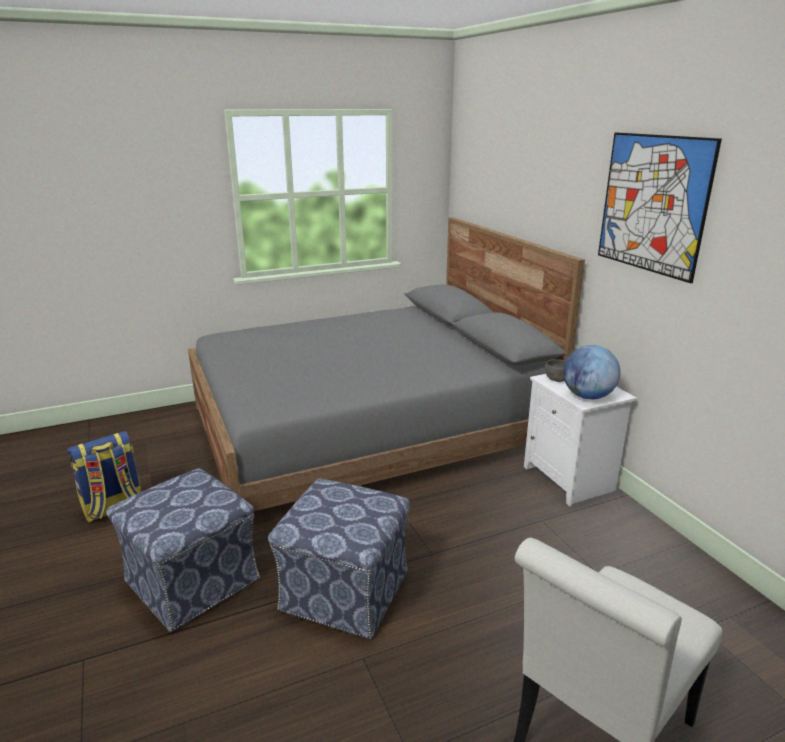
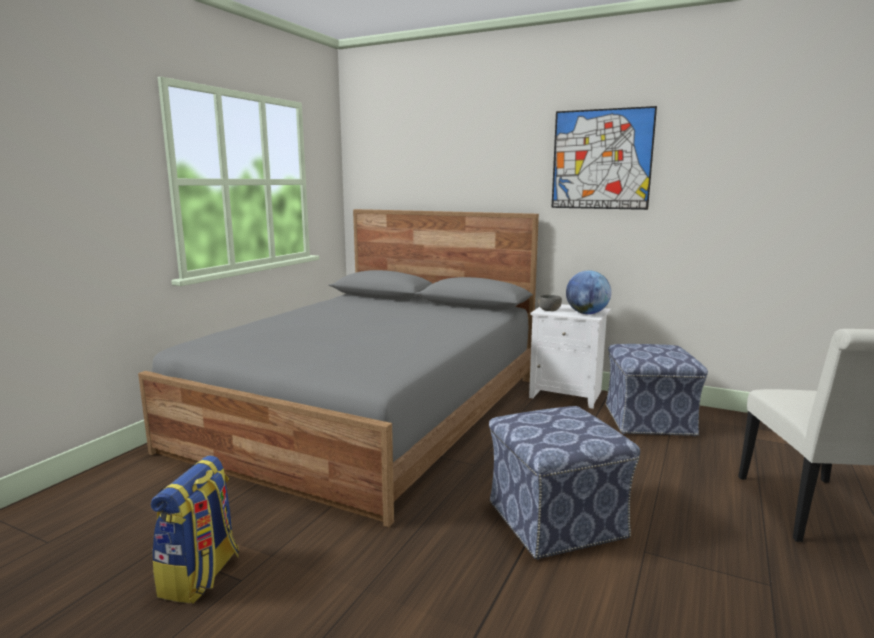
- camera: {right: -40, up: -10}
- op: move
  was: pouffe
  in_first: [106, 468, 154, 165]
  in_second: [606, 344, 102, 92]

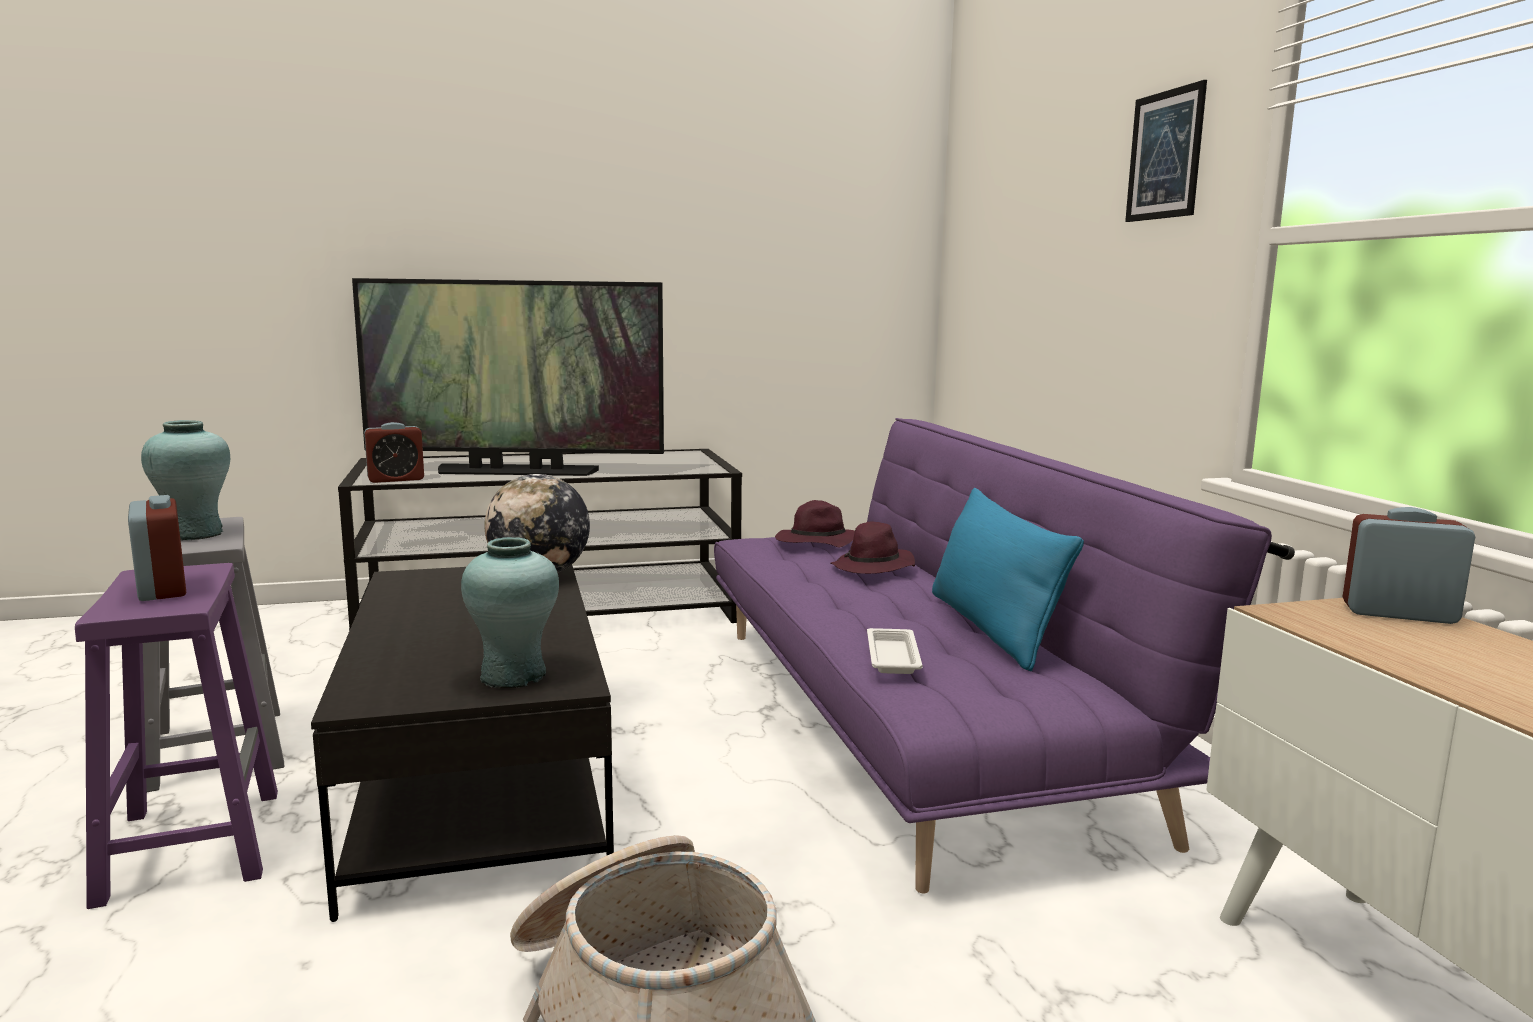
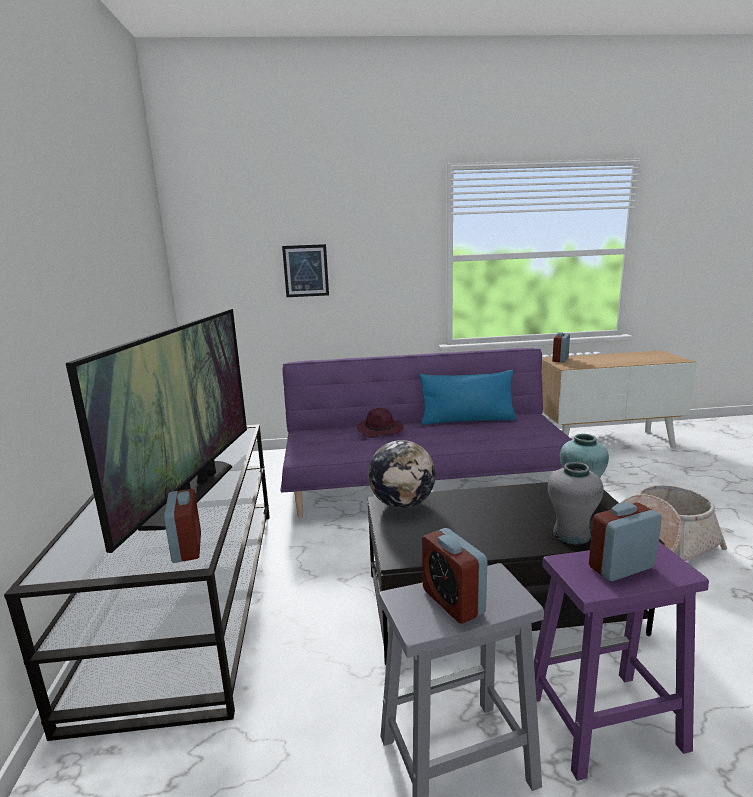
- camera: {right: -80, up: 5}
- op: move
  was: wall picture
  in_first: [1125, 80, 82, 142]
  in_second: [282, 244, 47, 53]
- op: replace
  was: blue-green decorative vase
  now: table clock
  in_first: [141, 420, 89, 120]
  in_second: [422, 528, 65, 96]
- op: insert
  now: greyish decorative vase
  in_second: [548, 462, 56, 82]
- op: delete
  was: purple-coloured clothing hat
  in_first: [775, 500, 80, 47]
- op: delete
  was: white-coloured carrying tray
  in_first: [867, 628, 56, 46]

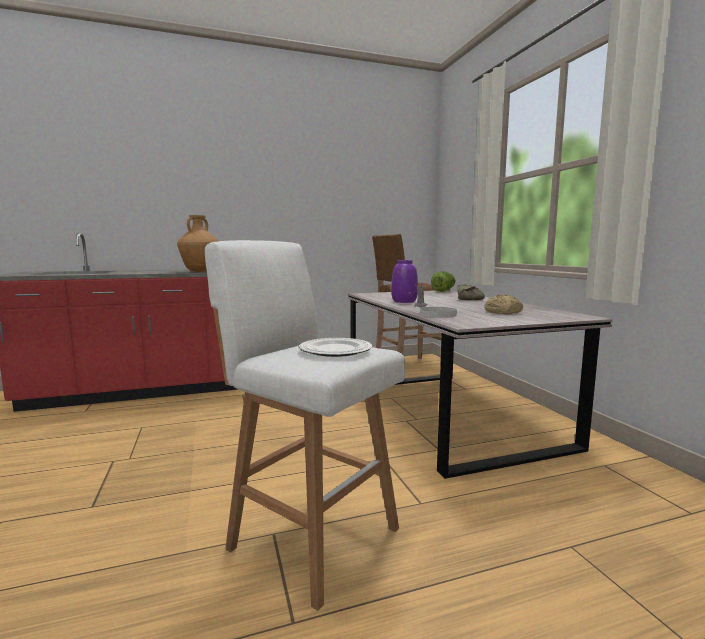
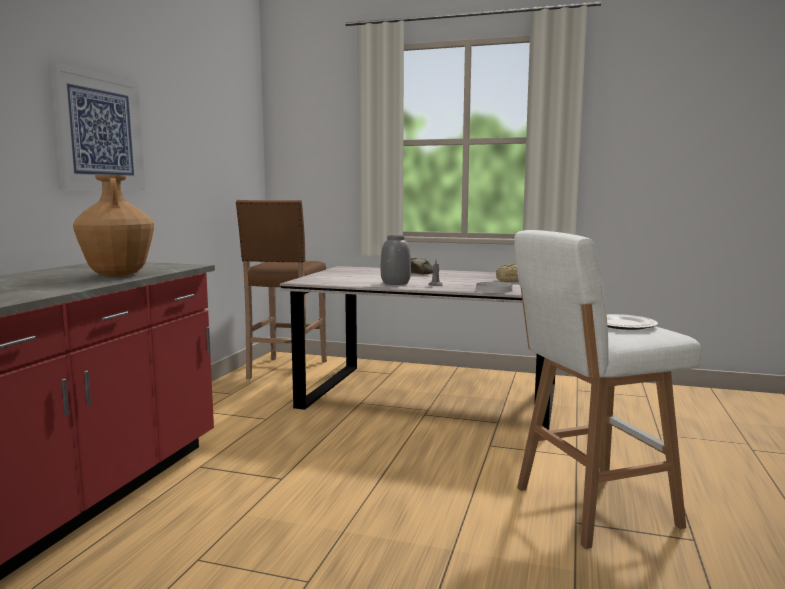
- camera: {right: -55, up: 0}
- op: insert
  now: wall picture
  in_second: [48, 61, 97, 129]
- op: recolor
  was: purple-coloured decorative vase
  now: greyish decorative vase
  in_first: [391, 260, 27, 43]
  in_second: [381, 235, 30, 50]
- op: delete
  was: lettuce head
  in_first: [431, 271, 25, 21]

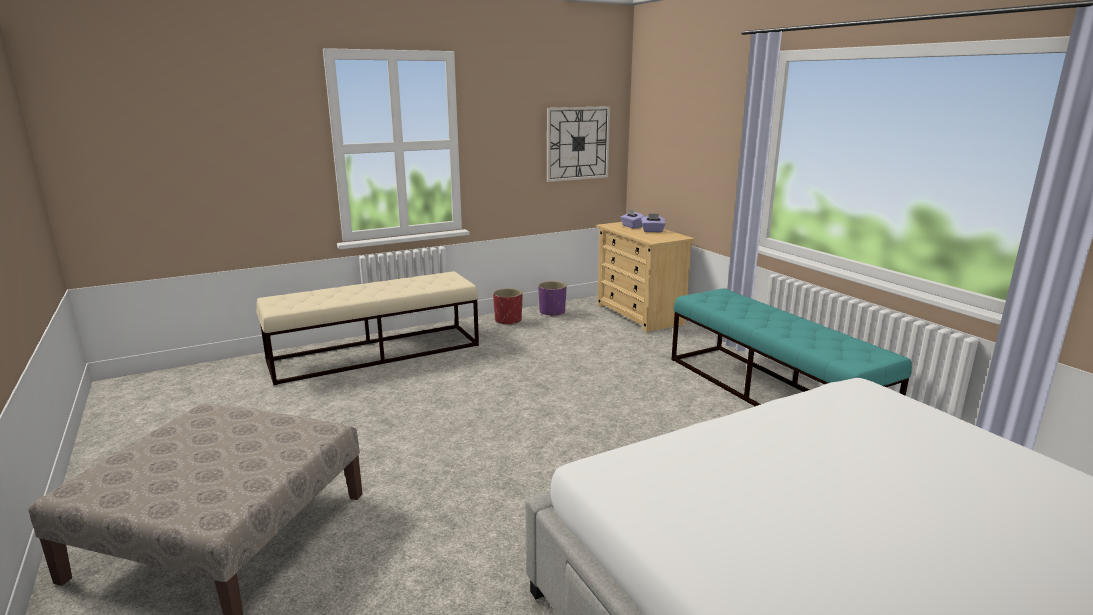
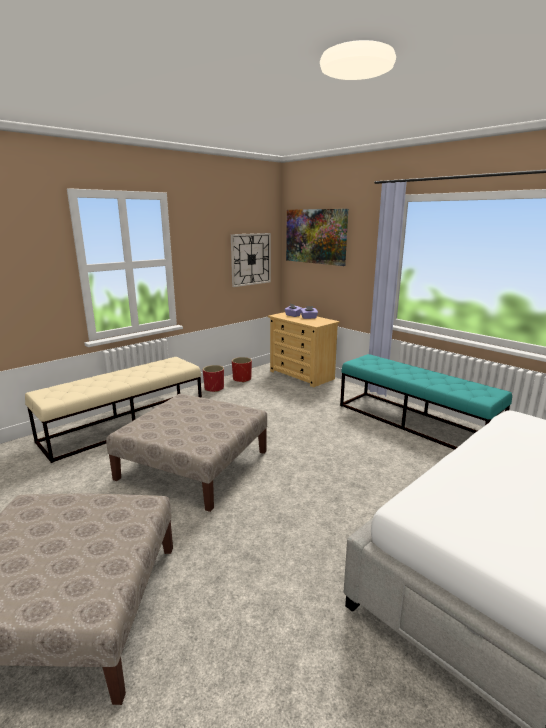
- camera: {right: -15, up: 0}
- op: insert
  now: sand-coloured pouffe
  in_second: [106, 394, 161, 118]
- op: recolor
  was: purple-coloured flower pot
  now: red-coloured flower pot
  in_first: [538, 281, 29, 36]
  in_second: [232, 357, 20, 26]
- op: insert
  now: wall picture
  in_second: [286, 209, 62, 57]

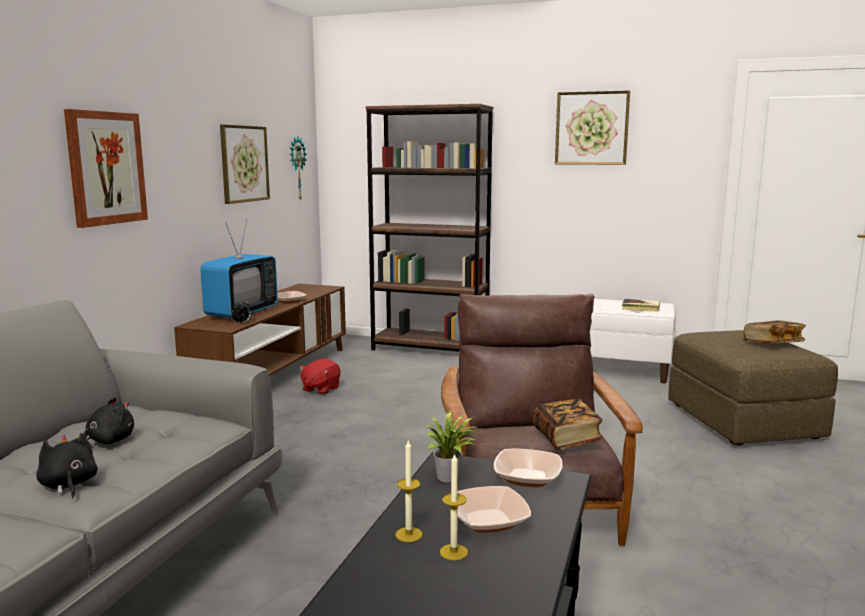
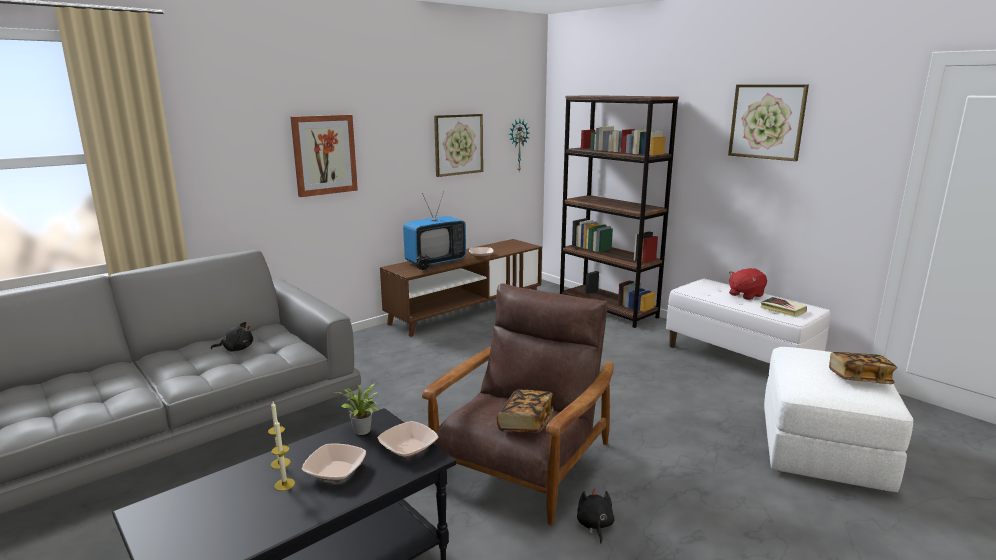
- camera: {right: 30, up: 5}
- op: move
  was: blackish cuddly toy
  in_first: [36, 433, 62, 65]
  in_second: [577, 488, 38, 56]
- op: move
  was: red-coloured cuddly toy
  in_first: [299, 358, 42, 37]
  in_second: [729, 268, 38, 32]
- op: recolor
  was: brownish pouffe
  now: white-coloured pouffe
  in_first: [668, 330, 170, 115]
  in_second: [764, 347, 149, 145]

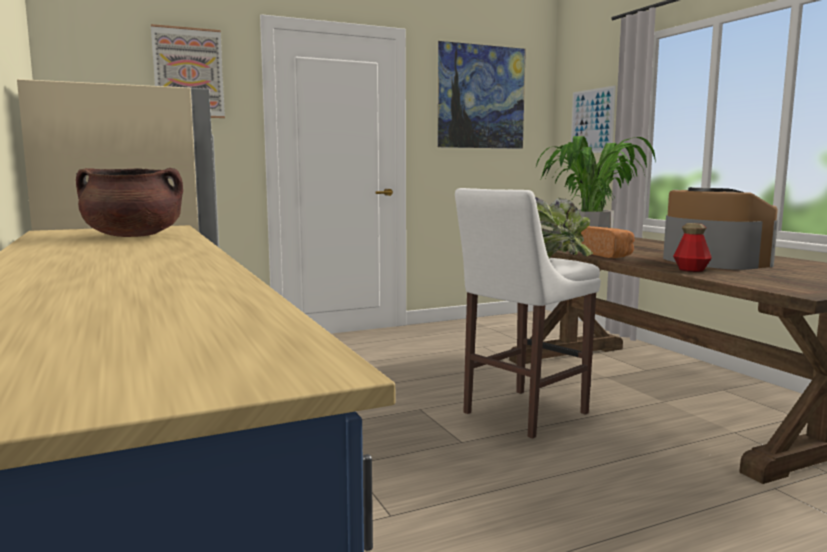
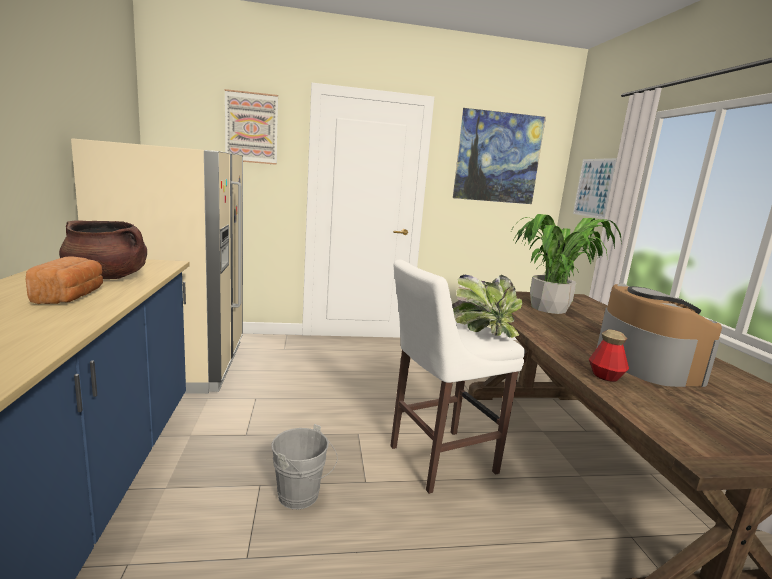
- camera: {right: 15, up: 5}
- op: move
  was: bread
  in_first: [580, 226, 54, 32]
  in_second: [26, 256, 77, 48]
- op: insert
  now: greyish bucket
  in_second: [271, 424, 67, 85]

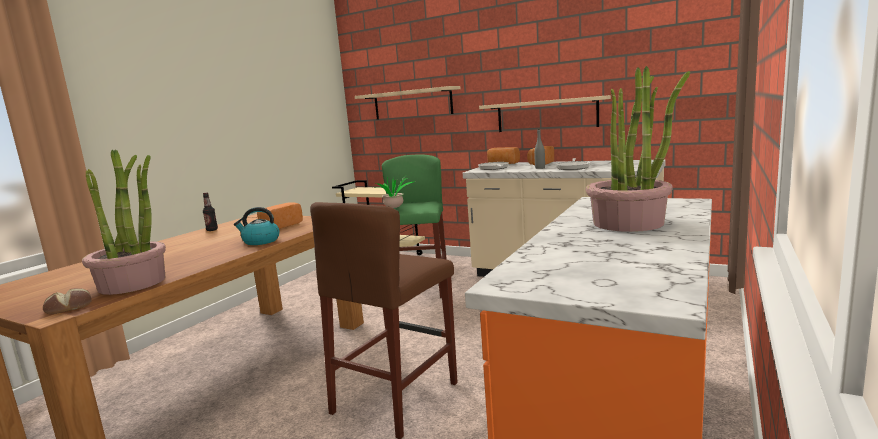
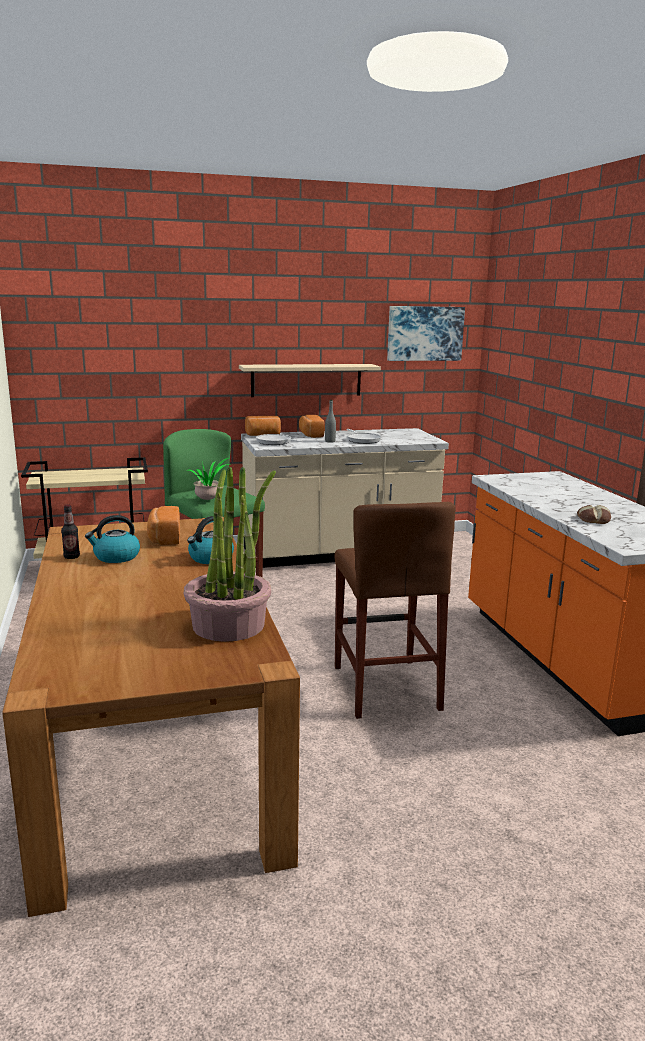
- camera: {right: -45, up: 5}
- op: insert
  now: tea kettle
  in_second: [85, 515, 55, 48]
- op: insert
  now: wall picture
  in_second: [387, 306, 78, 55]
- op: move
  was: bread
  in_first: [43, 288, 49, 26]
  in_second: [577, 505, 34, 19]
- op: delete
  was: sand-coloured bracket shelf
  in_first: [355, 86, 105, 34]
- op: delete
  was: plant in a pot
  in_first: [586, 66, 104, 166]

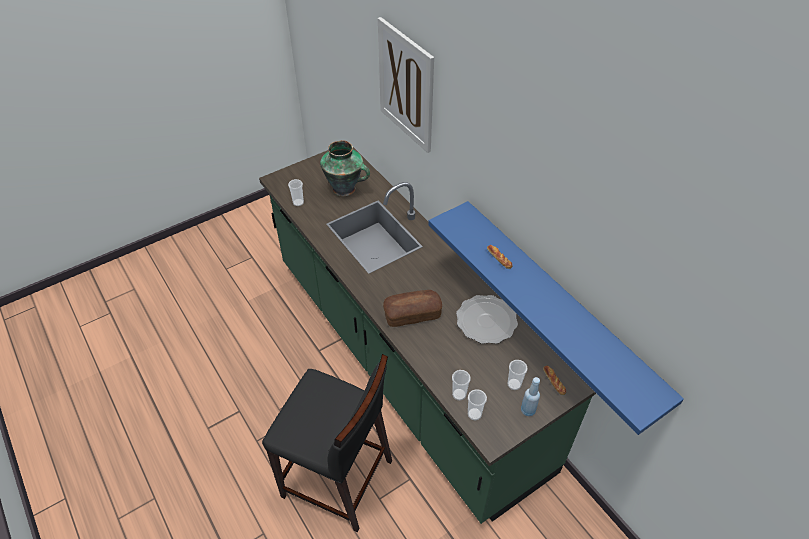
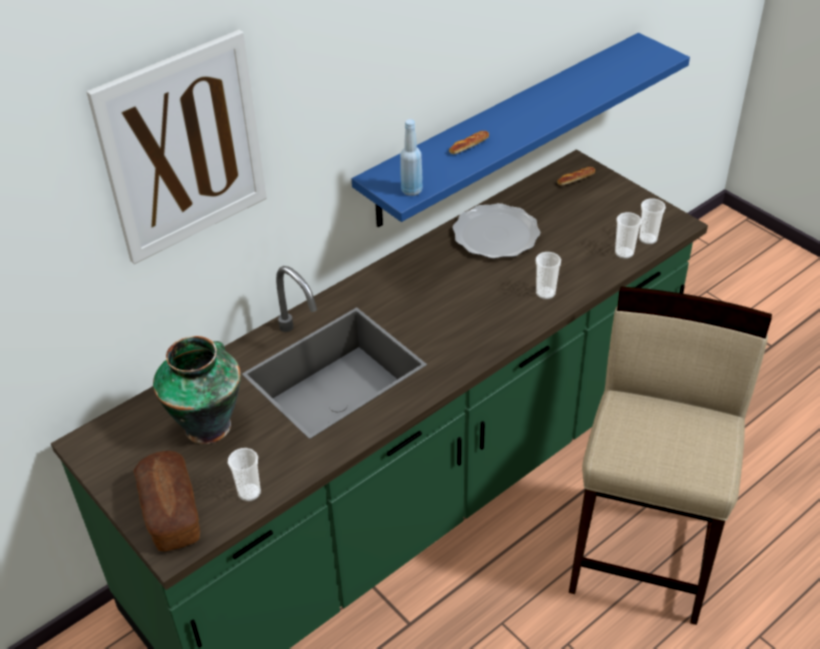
- camera: {right: -95, up: -5}
- op: move
  was: bread
  in_first: [383, 290, 59, 37]
  in_second: [134, 451, 66, 101]
- op: move
  was: bluish bottle
  in_first: [521, 377, 19, 39]
  in_second: [400, 119, 23, 77]
- op: move
  was: small cup
  in_first: [507, 360, 21, 30]
  in_second: [536, 252, 25, 47]
- op: recolor
  was: blackish stool seat
  now: sand-coloured stool seat
  in_first: [262, 354, 130, 178]
  in_second: [569, 286, 203, 339]

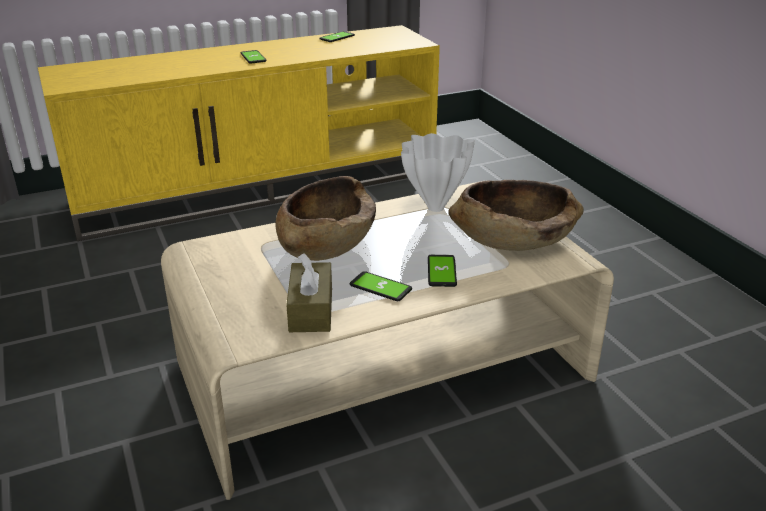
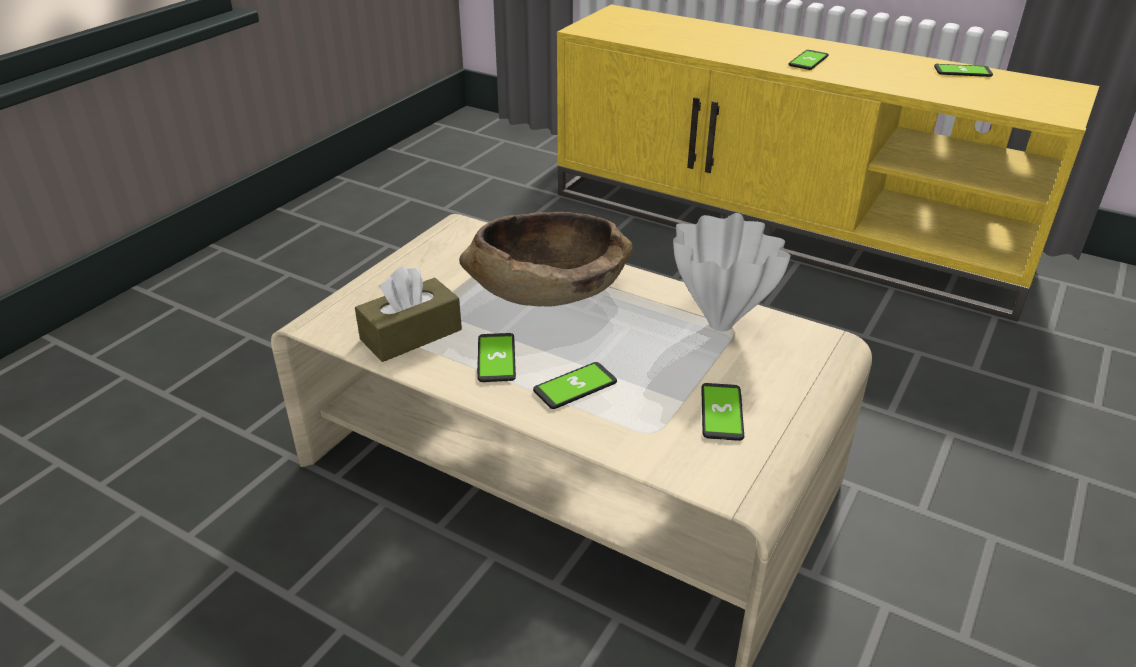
- camera: {right: 55, up: 5}
- op: replace
  was: brownish deep dish
  now: telephone
  in_first: [448, 180, 136, 71]
  in_second: [701, 383, 43, 58]

